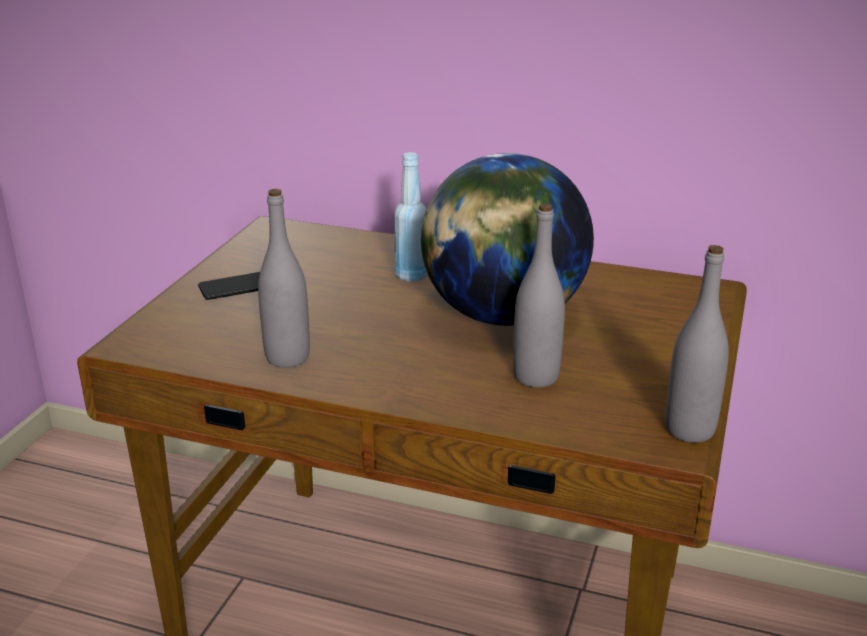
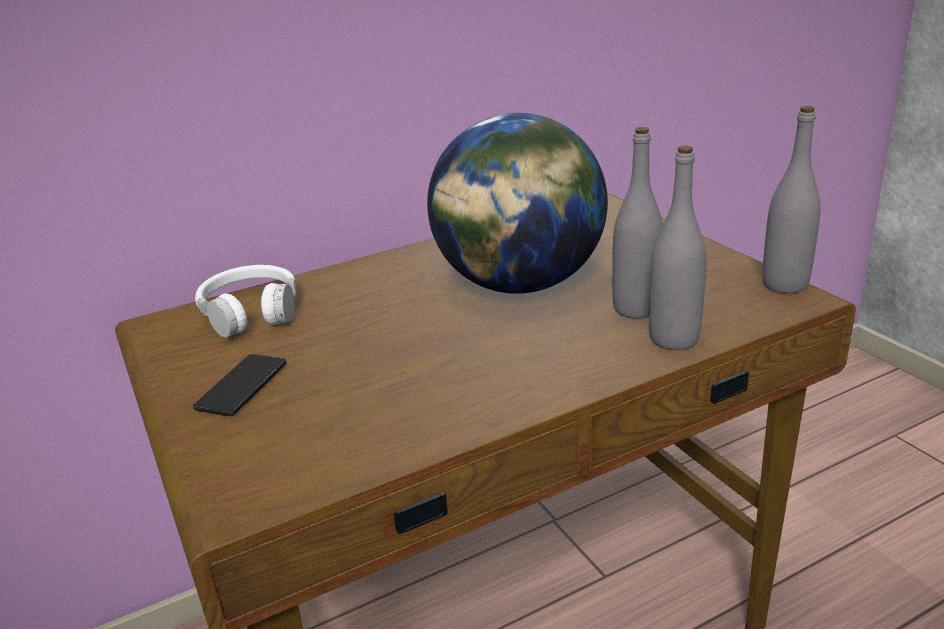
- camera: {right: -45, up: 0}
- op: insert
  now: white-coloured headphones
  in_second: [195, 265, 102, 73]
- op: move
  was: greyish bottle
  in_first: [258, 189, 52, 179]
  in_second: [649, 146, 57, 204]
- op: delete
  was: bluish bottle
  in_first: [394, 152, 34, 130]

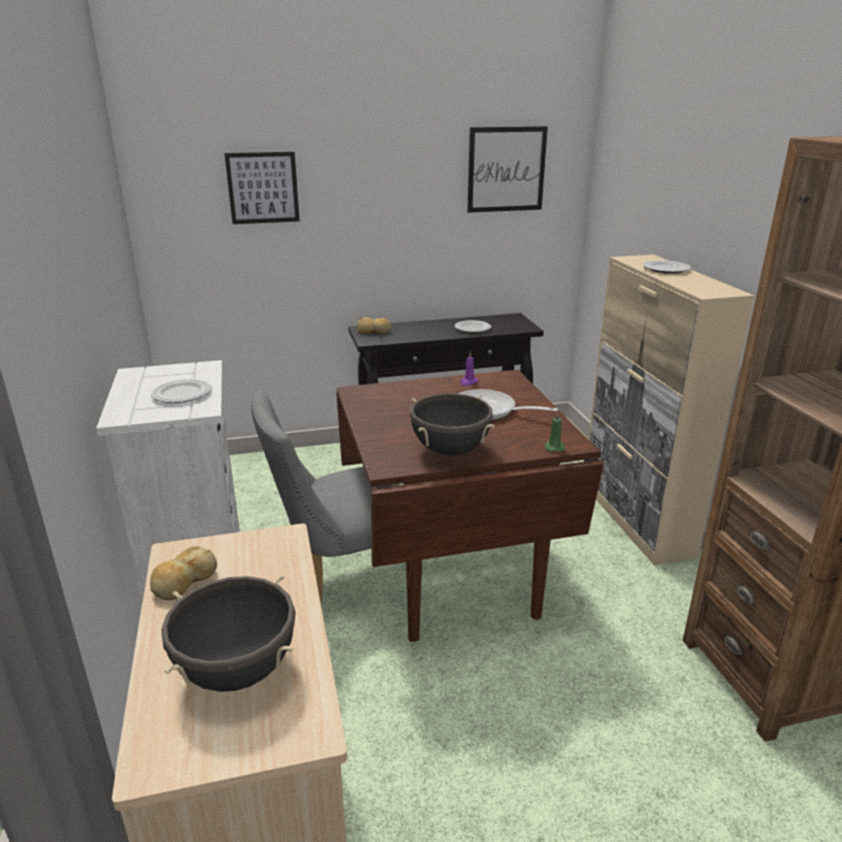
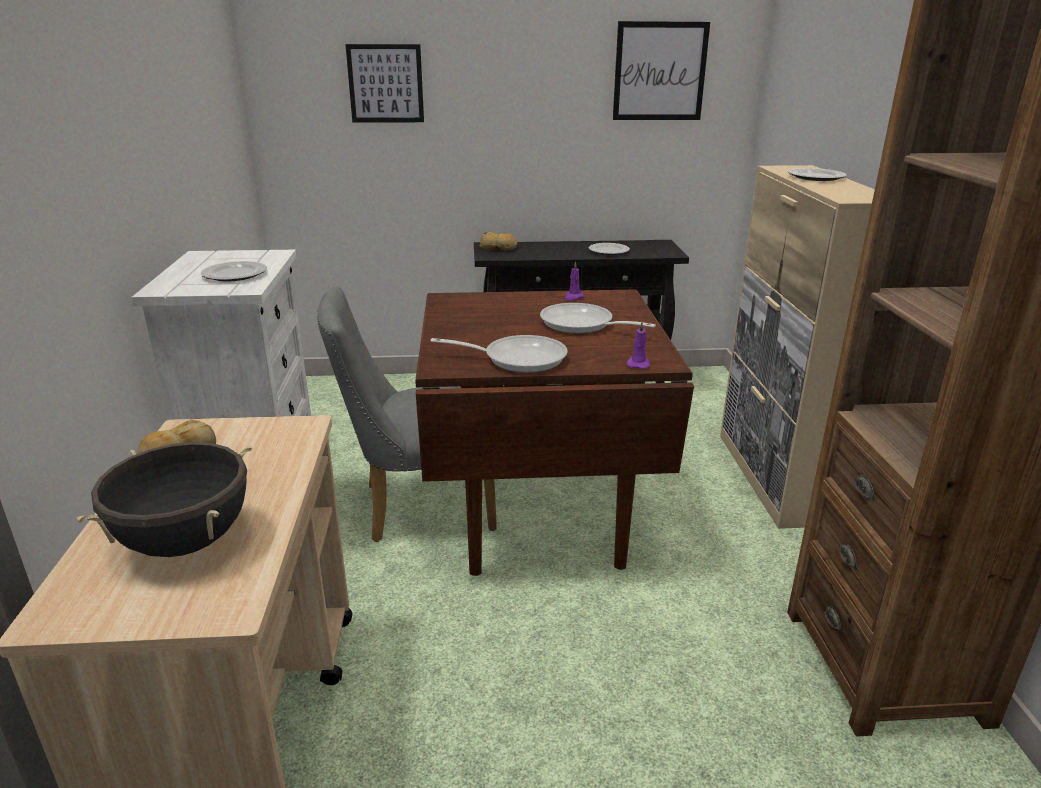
- camera: {right: 10, up: 0}
- op: replace
  was: blackish cooking pot
  now: frying pan
  in_first: [410, 393, 85, 63]
  in_second: [431, 335, 137, 38]
- op: recolor
  was: greenish wax light
  now: purple-coloured wax light
  in_first: [545, 412, 20, 40]
  in_second: [626, 322, 24, 47]

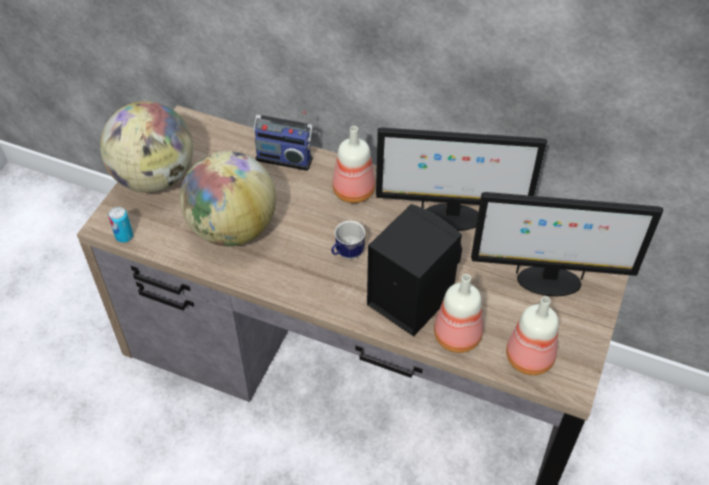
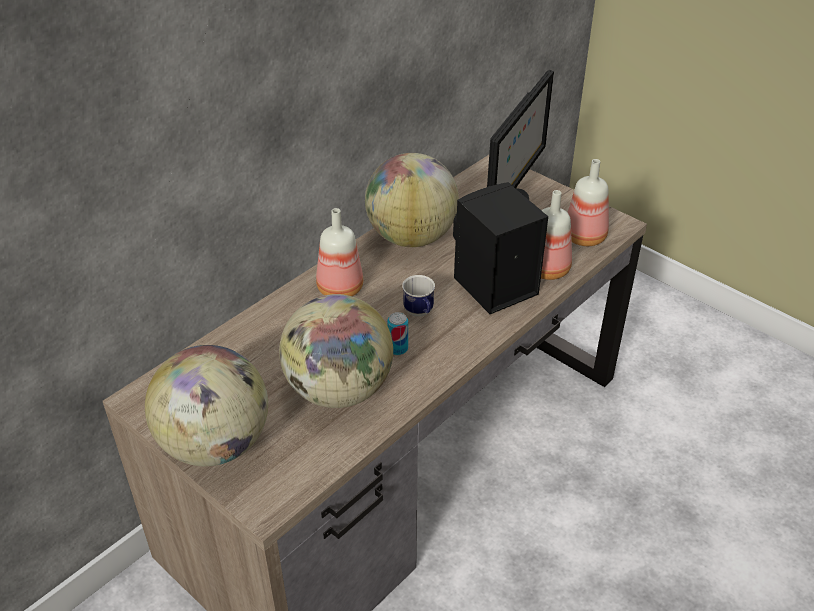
- camera: {right: -70, up: -10}
- op: replace
  was: monitor
  now: globe
  in_first: [376, 128, 171, 103]
  in_second: [365, 153, 94, 94]
- op: move
  was: metal can
  in_first: [108, 207, 25, 36]
  in_second: [387, 312, 21, 43]
- op: delete
  was: radio
  in_first: [253, 111, 60, 60]

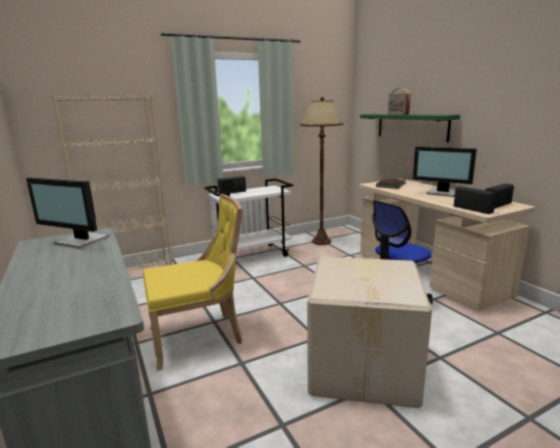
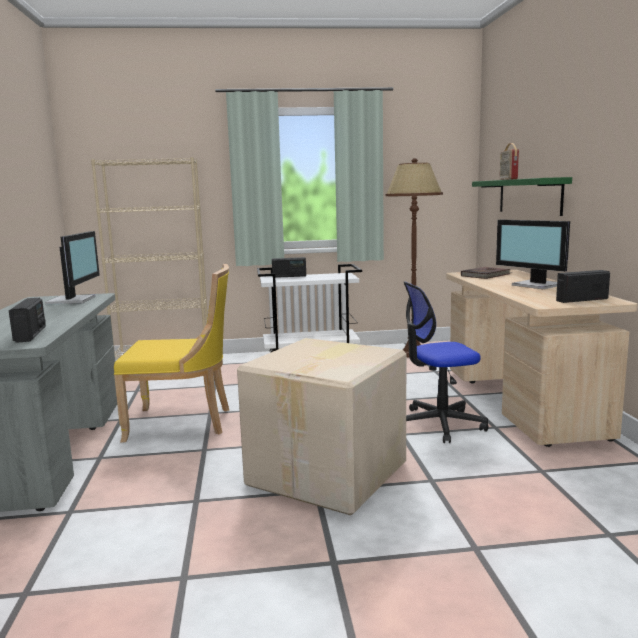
- camera: {right: 20, up: -5}
- op: move
  was: radio
  in_first: [454, 186, 42, 28]
  in_second: [9, 298, 37, 45]
- op: rotate
  was: monitor
  in_first: [26, 177, 83, 72]
  in_second: [45, 231, 55, 74]
  clockwise: -135

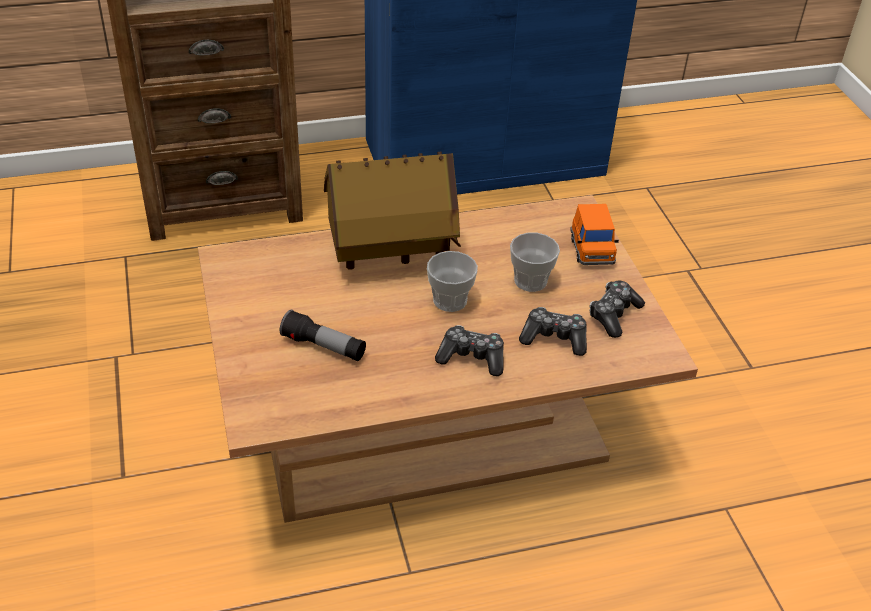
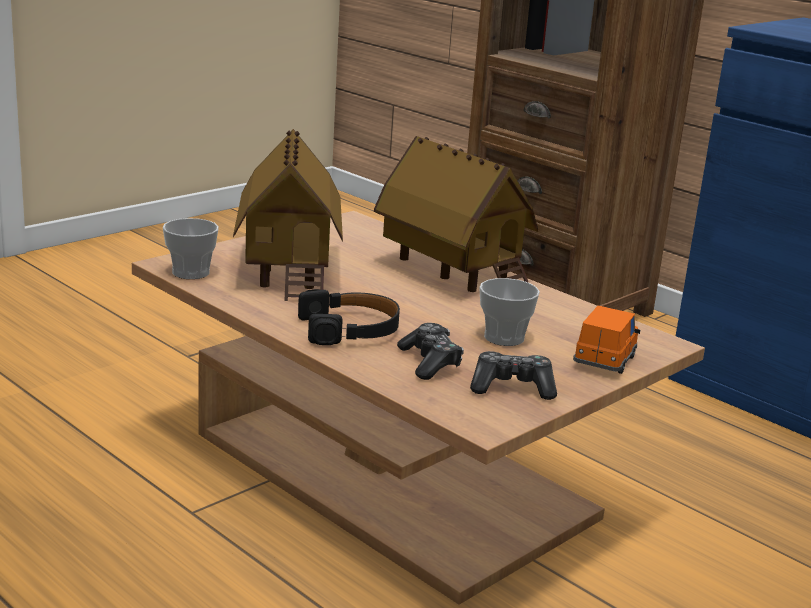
- camera: {right: 60, up: -20}
- op: move
  was: small cup
  in_first: [427, 251, 51, 61]
  in_second: [163, 218, 56, 61]
- op: replace
  was: flashlight
  now: model house
  in_first: [280, 310, 86, 51]
  in_second: [233, 129, 110, 172]
- op: replace
  was: game controller
  now: blackish headphones
  in_first: [435, 325, 69, 51]
  in_second: [298, 289, 102, 56]
- op: rotate
  was: orange model car
  in_first: [570, 204, 49, 61]
  in_second: [573, 305, 67, 69]
  clockwise: 150

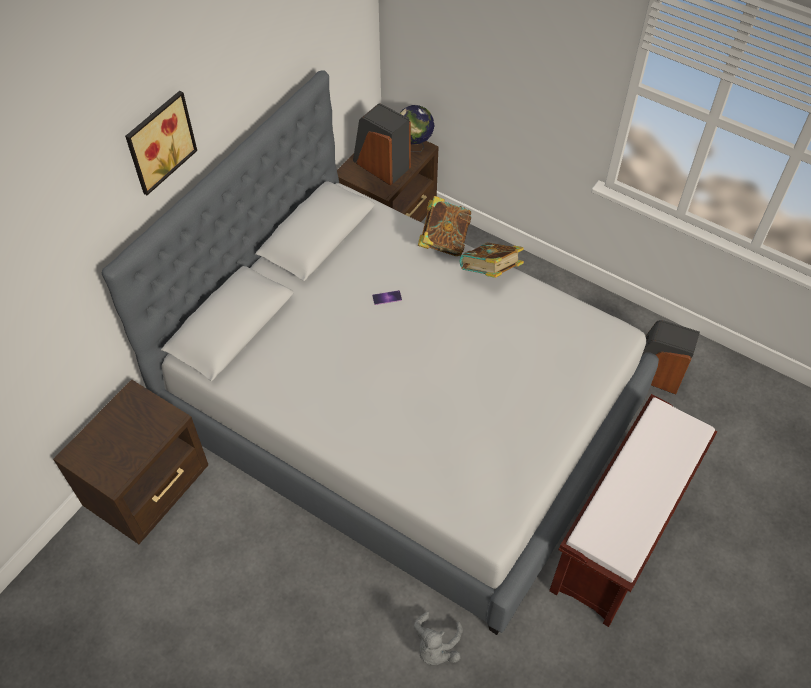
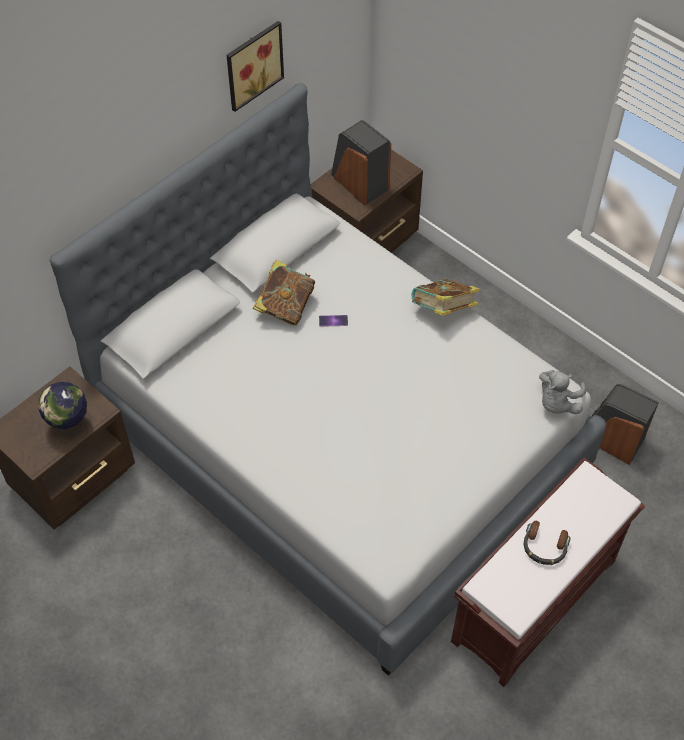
- camera: {right: 10, up: 0}
- op: move
  was: globe
  in_first: [400, 105, 35, 47]
  in_second: [38, 382, 49, 52]
- op: move
  was: wall picture
  in_first: [125, 91, 72, 104]
  in_second: [227, 21, 57, 91]
- op: move
  was: volume
  in_first: [418, 196, 53, 60]
  in_second: [253, 260, 62, 65]
- op: insert
  now: headphones
  in_second: [524, 521, 47, 44]
- op: move
  was: greyish cuddly toy
  in_first: [414, 611, 49, 54]
  in_second: [539, 370, 47, 44]

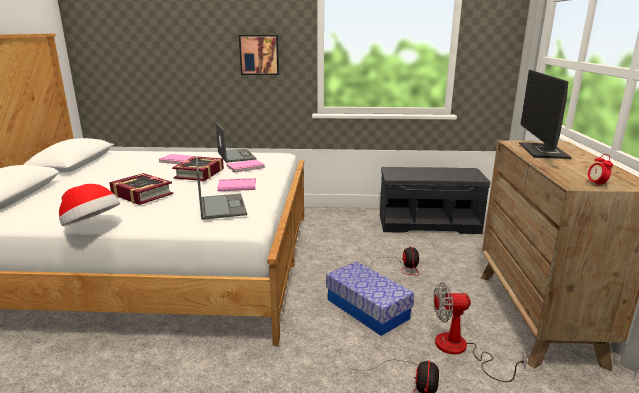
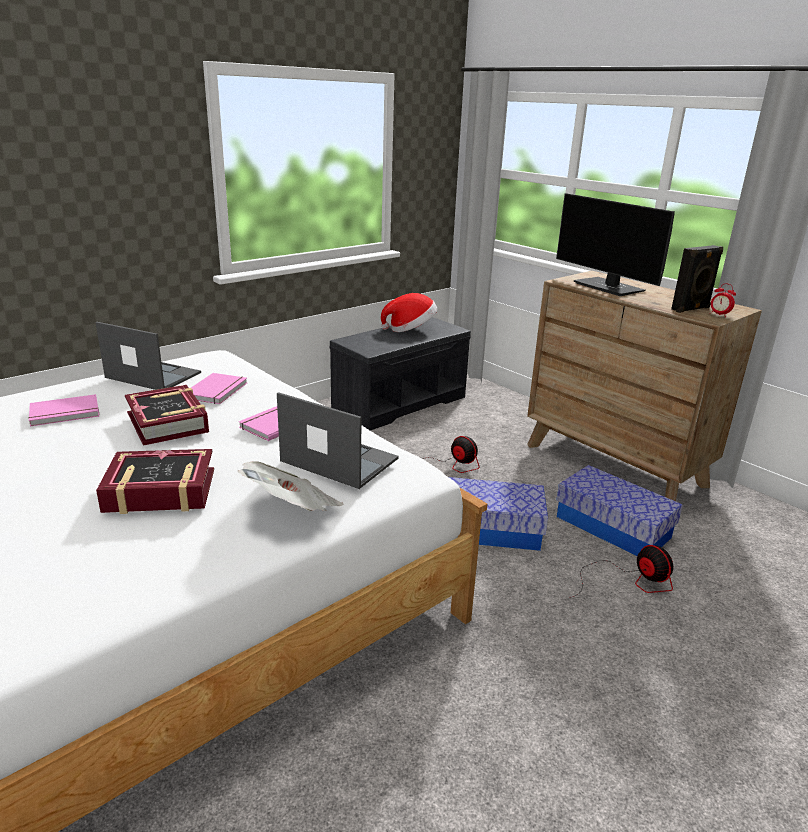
- camera: {right: -45, up: 5}
- op: insert
  now: printed paper
  in_second: [238, 461, 106, 50]
- op: move
  was: clothing hat
  in_first: [59, 184, 61, 42]
  in_second: [381, 293, 56, 39]
- op: replace
  was: fan
  now: storage box
  in_first: [433, 282, 94, 100]
  in_second: [556, 465, 127, 91]
- op: insert
  now: blackish speaker
  in_second: [671, 245, 52, 68]
- op: delete
  was: wall picture
  in_first: [239, 35, 40, 40]

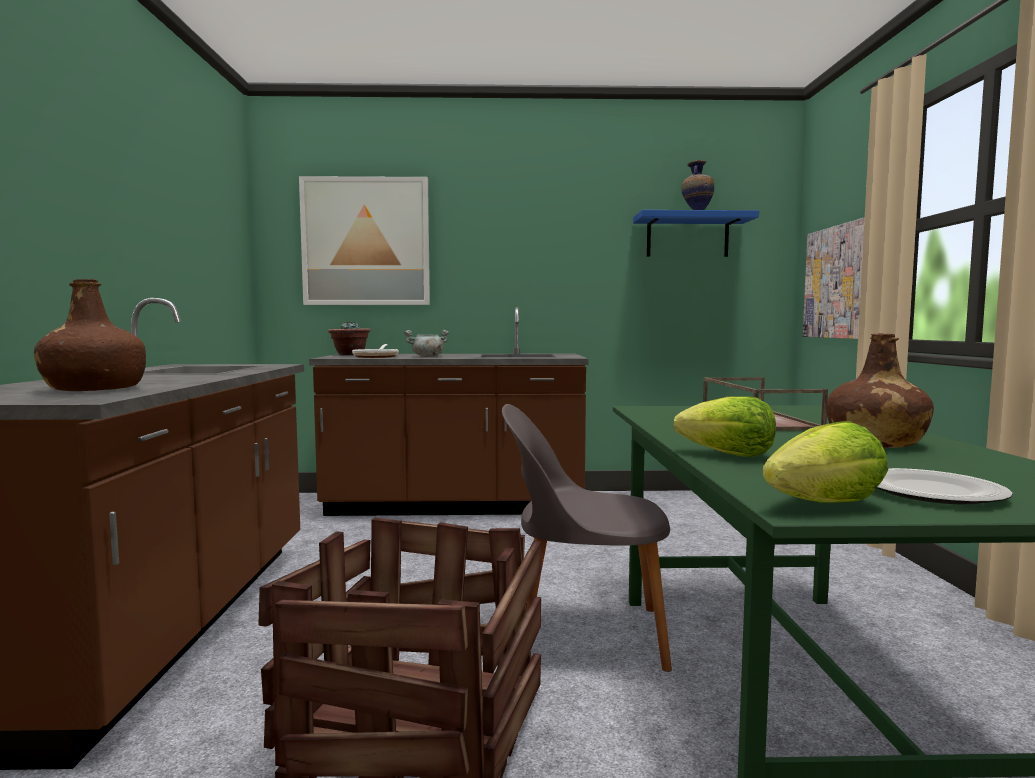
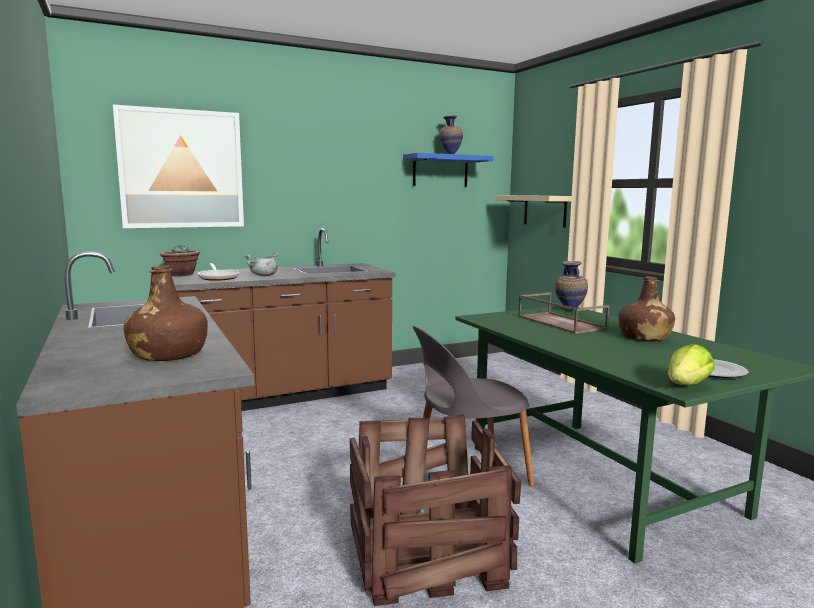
- camera: {right: -25, up: 5}
- op: replace
  was: wall picture
  now: sand-coloured bracket shelf
  in_first: [803, 217, 62, 122]
  in_second: [495, 195, 77, 33]
- op: insert
  now: decorative vase
  in_second: [555, 261, 33, 50]
- op: delete
  was: lettuce head
  in_first: [674, 396, 102, 61]

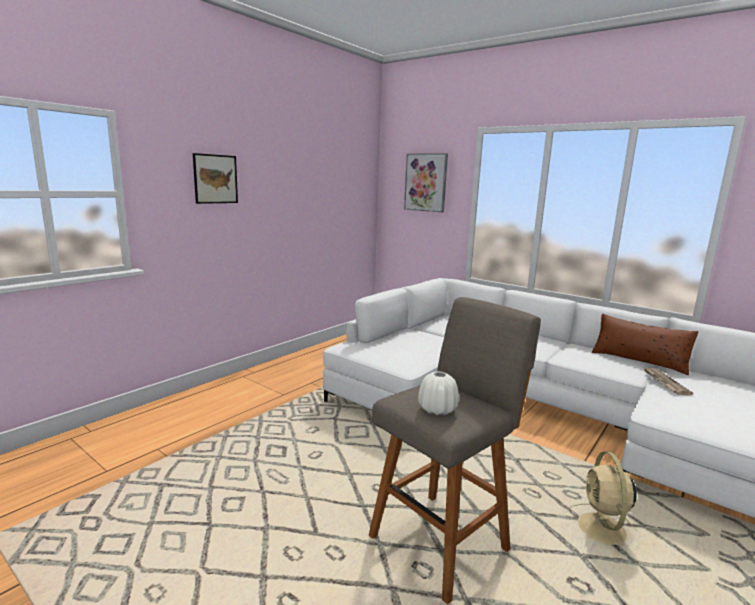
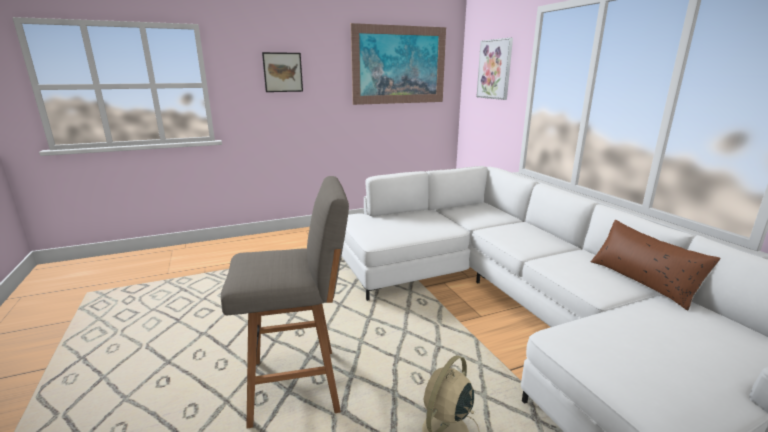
- camera: {right: 30, up: 5}
- op: insert
  now: wall picture
  in_second: [351, 23, 95, 82]
- op: delete
  was: white-coloured decorative vase
  in_first: [418, 371, 41, 44]
- op: delete
  was: printed paper
  in_first: [644, 367, 49, 28]

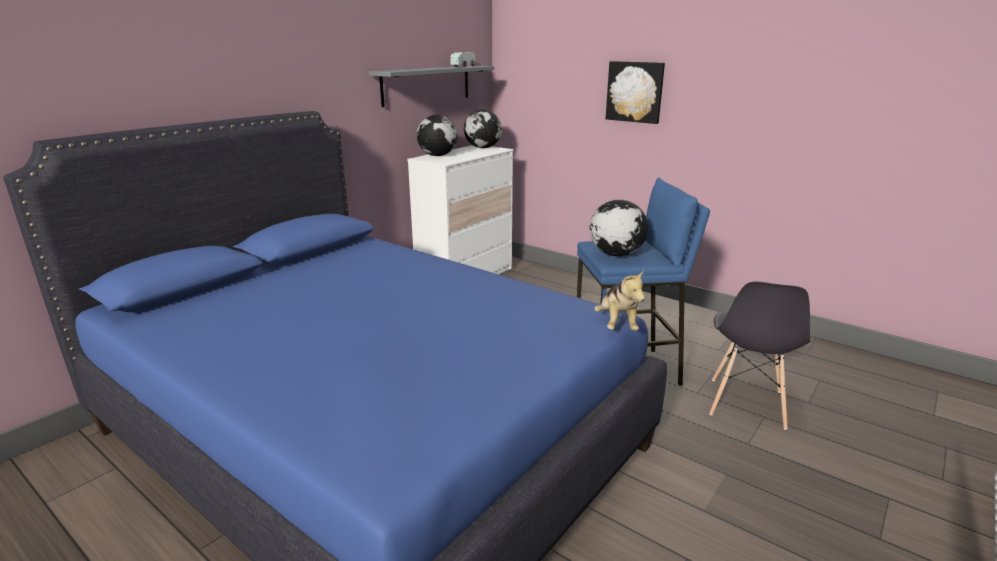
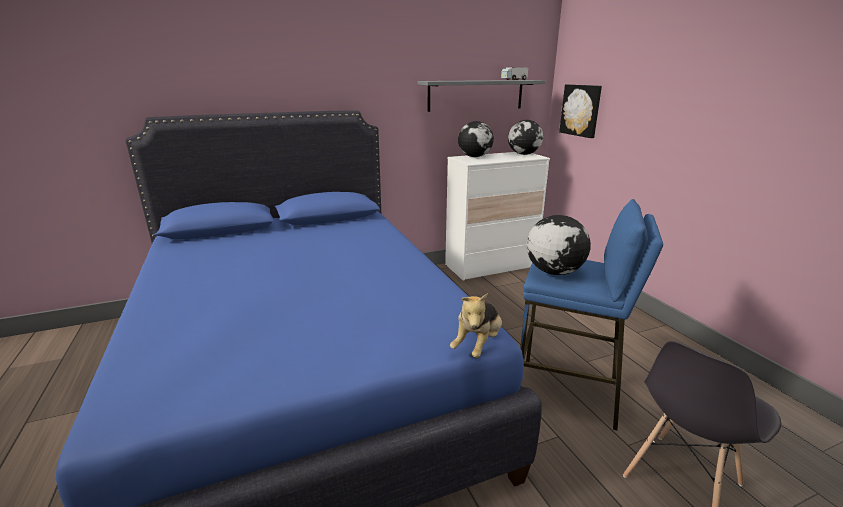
- camera: {right: 30, up: 0}
- op: move
  was: wall picture
  in_first: [606, 61, 59, 63]
  in_second: [559, 84, 43, 54]

